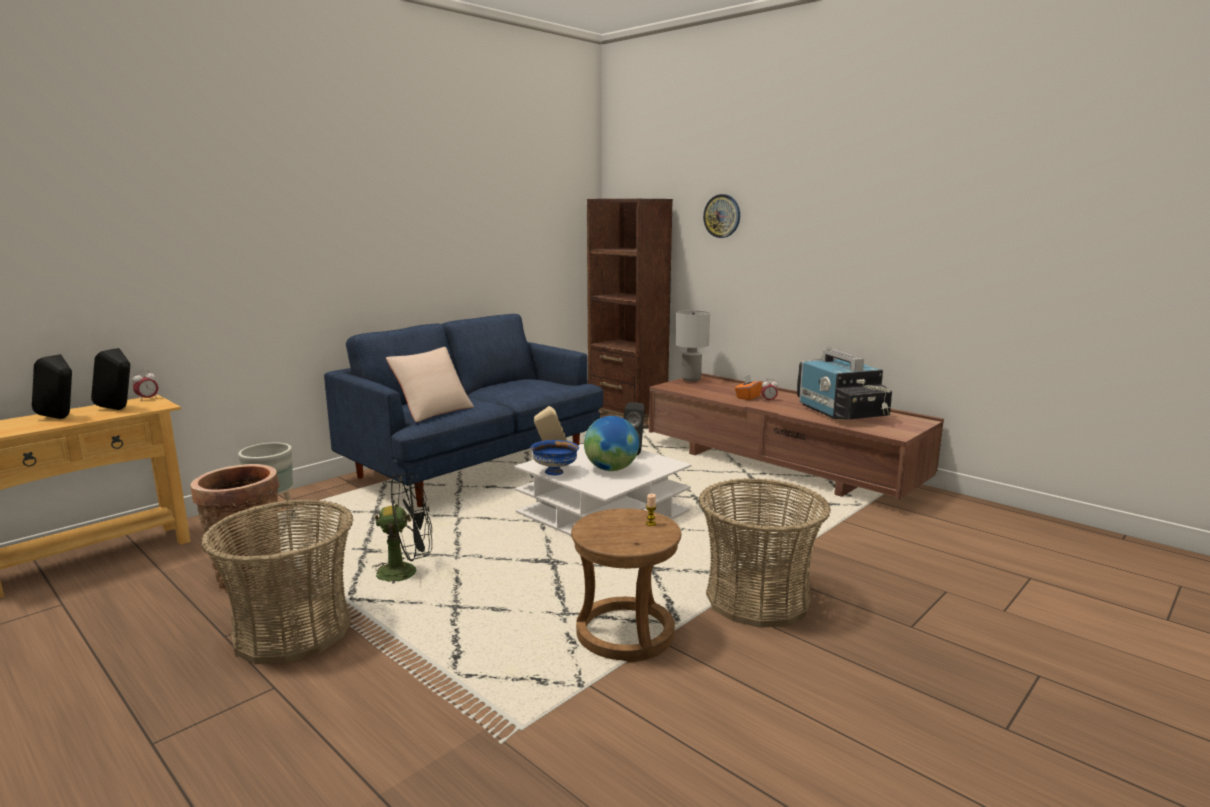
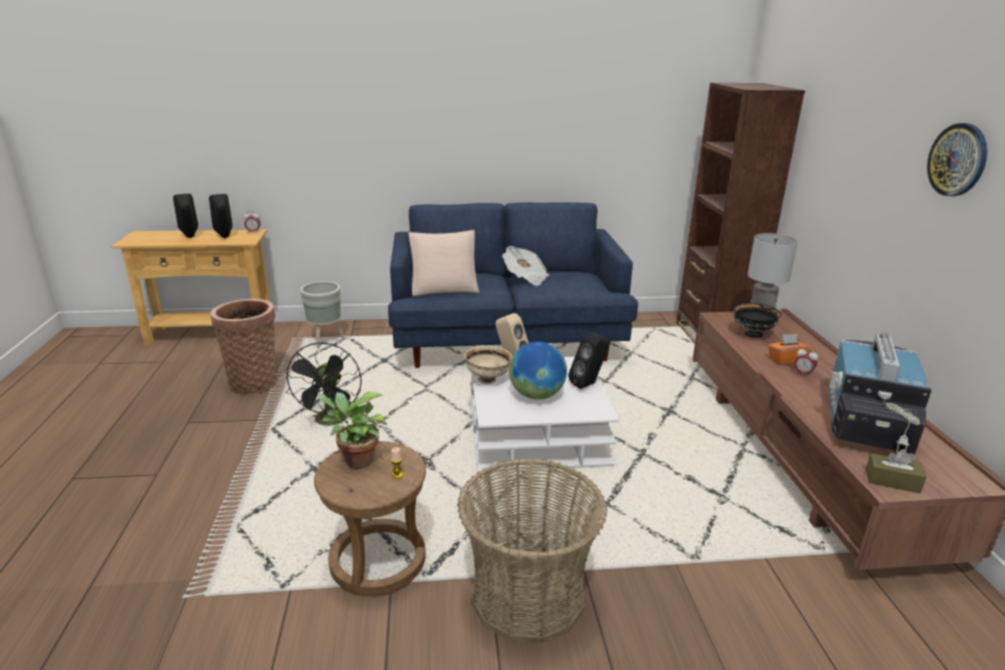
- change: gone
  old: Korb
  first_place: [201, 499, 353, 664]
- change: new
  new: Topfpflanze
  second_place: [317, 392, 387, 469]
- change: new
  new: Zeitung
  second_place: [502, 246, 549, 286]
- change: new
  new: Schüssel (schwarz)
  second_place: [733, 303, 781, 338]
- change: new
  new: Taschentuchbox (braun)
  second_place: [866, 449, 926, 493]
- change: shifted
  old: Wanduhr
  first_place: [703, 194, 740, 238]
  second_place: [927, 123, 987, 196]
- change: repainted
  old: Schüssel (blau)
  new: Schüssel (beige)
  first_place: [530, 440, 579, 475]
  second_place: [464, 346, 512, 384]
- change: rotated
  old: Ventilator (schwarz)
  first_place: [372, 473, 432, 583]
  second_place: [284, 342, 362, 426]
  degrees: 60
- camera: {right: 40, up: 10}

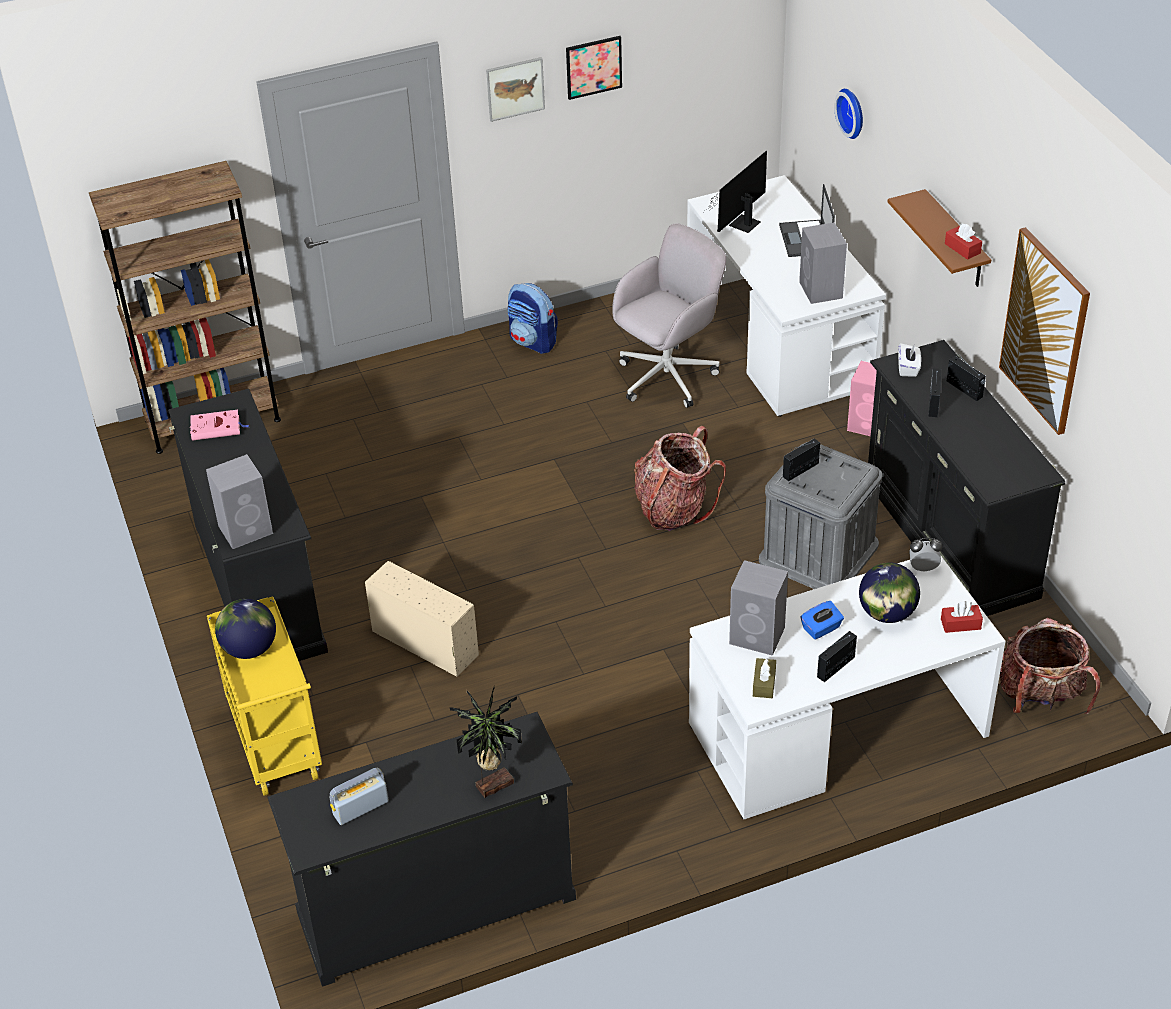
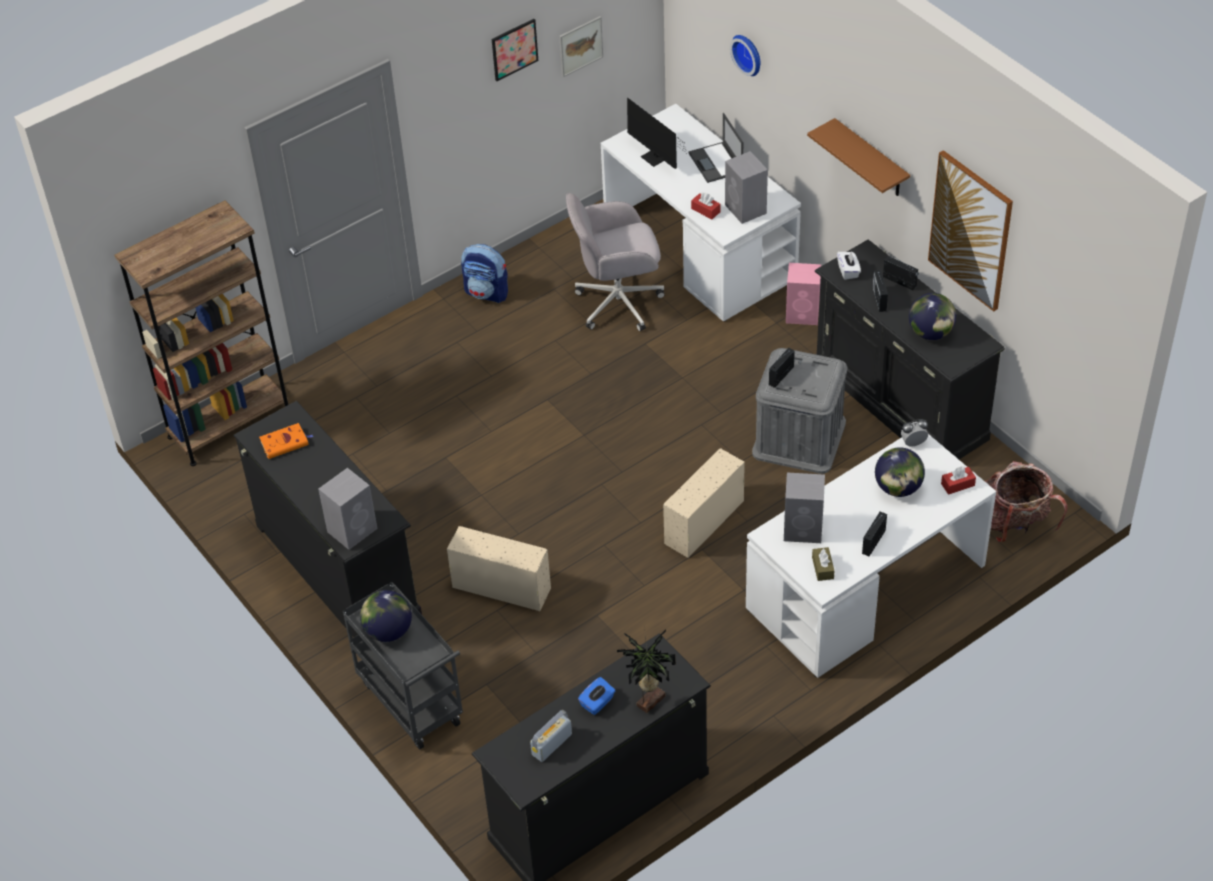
- change: gone
  old: Rucksack
  first_place: [634, 426, 726, 531]
- change: new
  new: Aufbewahrungsbox (beige)
  second_place: [663, 448, 745, 558]
- change: new
  new: Globus
  second_place: [909, 293, 956, 340]
- change: shifted
  old: Bild
  first_place: [486, 57, 545, 122]
  second_place: [559, 16, 603, 77]
- change: shifted
  old: Taschentuchbox (blau)
  first_place: [801, 601, 844, 640]
  second_place: [578, 677, 615, 715]
- change: shifted
  old: Taschentuchbox (rot)
  first_place: [945, 223, 982, 260]
  second_place: [691, 193, 720, 219]
- change: repainted
  old: Buch (rosa)
  new: Buch (orange)
  first_place: [190, 410, 249, 441]
  second_place: [259, 423, 314, 459]
- change: repainted
  old: Rollwagen (gelb)
  new: Rollwagen (grau)
  first_place: [207, 596, 322, 796]
  second_place: [343, 582, 463, 749]
- change: rotated
  old: Bürostuhl (grau)
  first_place: [612, 224, 726, 408]
  second_place: [566, 193, 665, 331]
  degrees: -135
- change: rotated
  old: Monitor
  first_place: [704, 150, 767, 233]
  second_place: [627, 98, 692, 169]
  degrees: -60
- camera: {right: -15, up: 5}

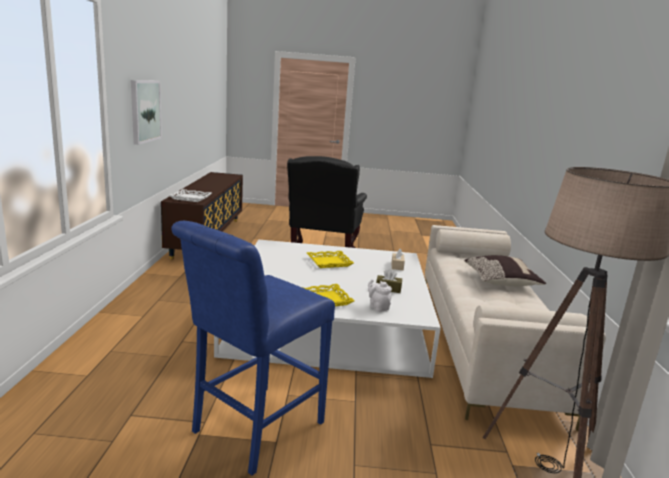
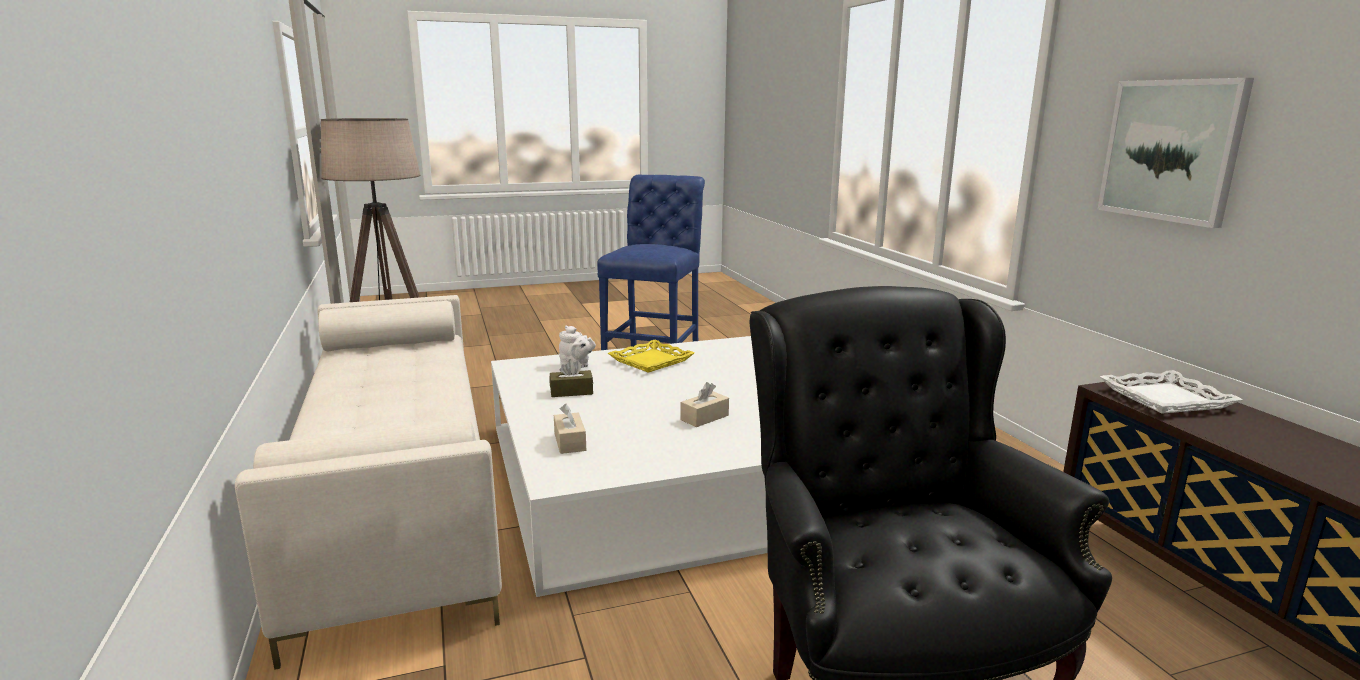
- change: gone
  old: Kissen
  first_place: [464, 255, 546, 286]
- change: swapped
  old: Tablett (gelb)
  new: Taschentuchbox (beige)
  first_place: [307, 251, 354, 268]
  second_place: [680, 382, 729, 427]
- camera: {right: 160, up: 0}

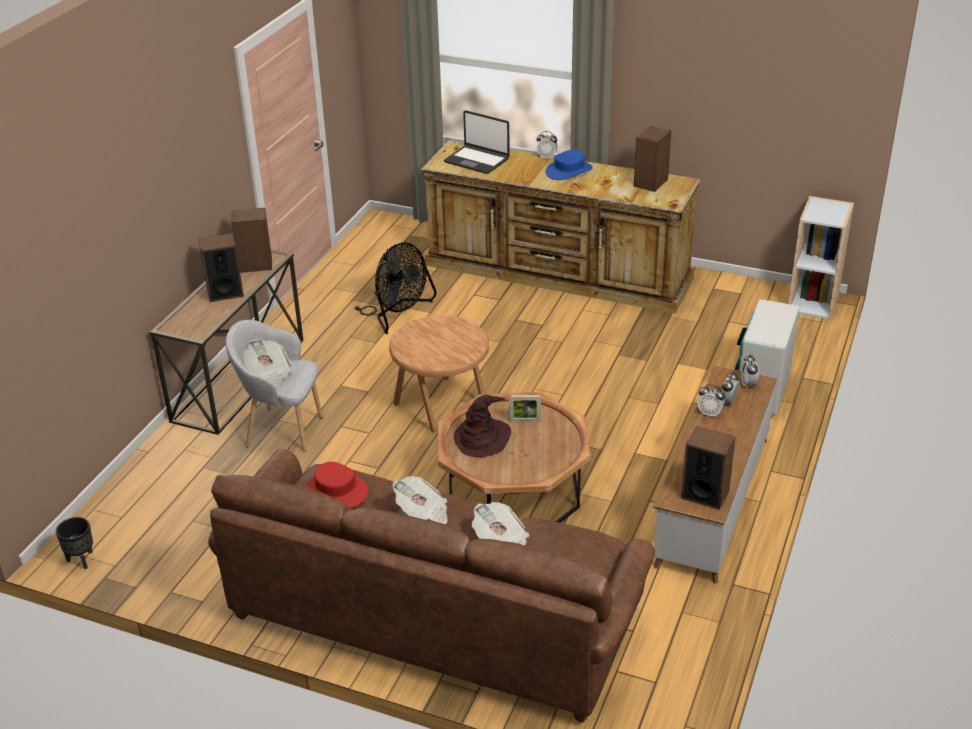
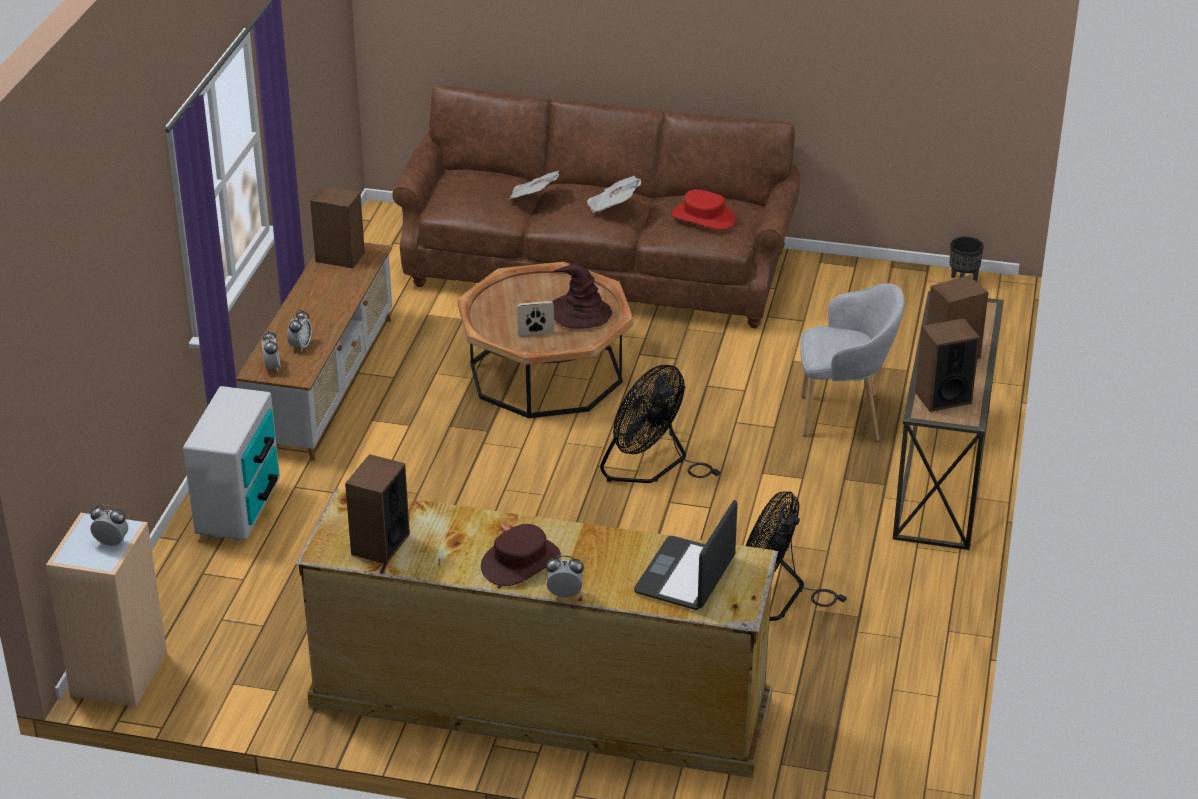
- change: gone
  old: Zeitung
  first_place: [244, 339, 293, 387]
- change: shifted
  old: Wecker
  first_place: [698, 385, 725, 418]
  second_place: [90, 505, 129, 546]
- change: swapped
  old: Beistelltisch (braun)
  new: Ventilator (schwarz)
  first_place: [389, 315, 489, 433]
  second_place: [600, 365, 720, 483]
- change: repainted
  old: Hut (blau)
  new: Hut (braun)
  first_place: [546, 149, 593, 180]
  second_place: [481, 524, 561, 586]
- change: rotated
  old: Laptop
  first_place: [444, 111, 510, 174]
  second_place: [634, 500, 738, 610]
  degrees: -90
- camera: {right: 170, up: 0}

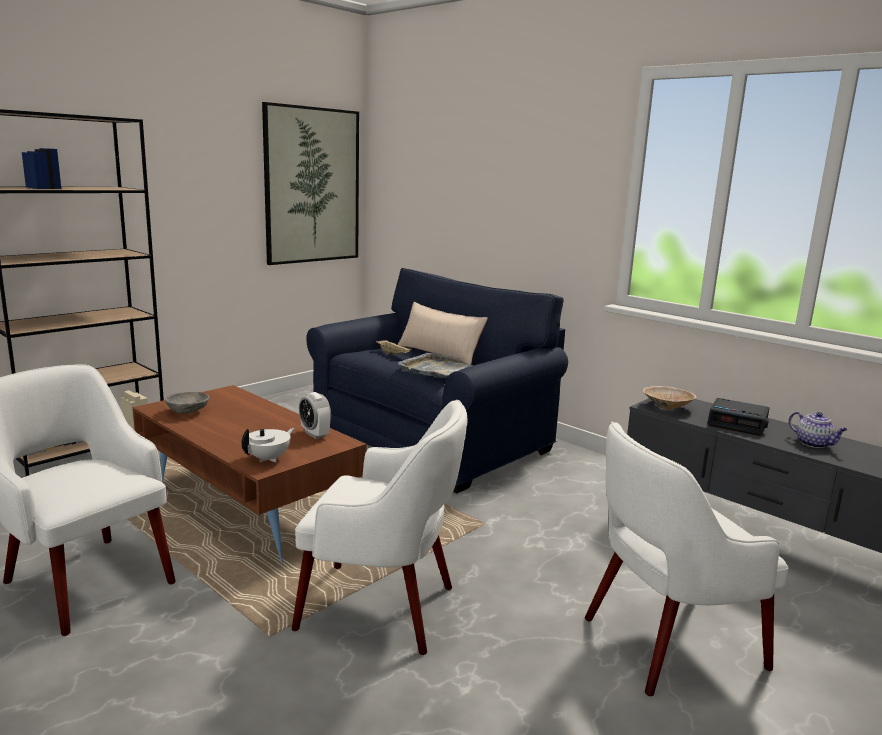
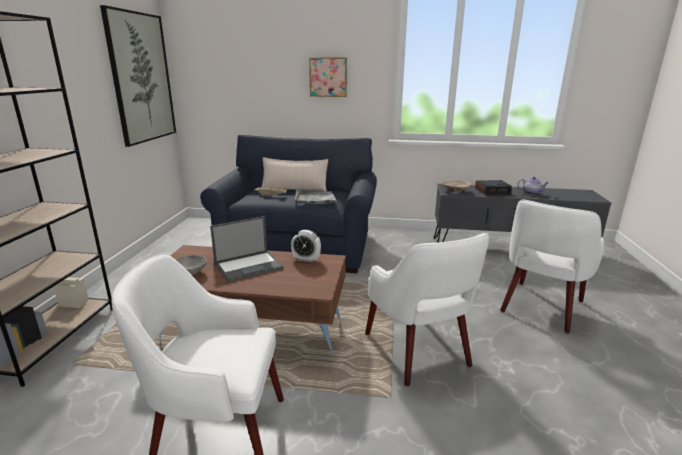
- change: gone
  old: Teekanne (weiß)
  first_place: [242, 428, 294, 462]
- change: new
  new: Laptop
  second_place: [210, 216, 284, 283]
- change: new
  new: Bild
  second_place: [309, 57, 347, 97]
- change: rotated
  old: Sessel (weiß)
  first_place: [292, 400, 467, 655]
  second_place: [365, 233, 489, 386]
  degrees: 90
- camera: {right: -35, up: 5}

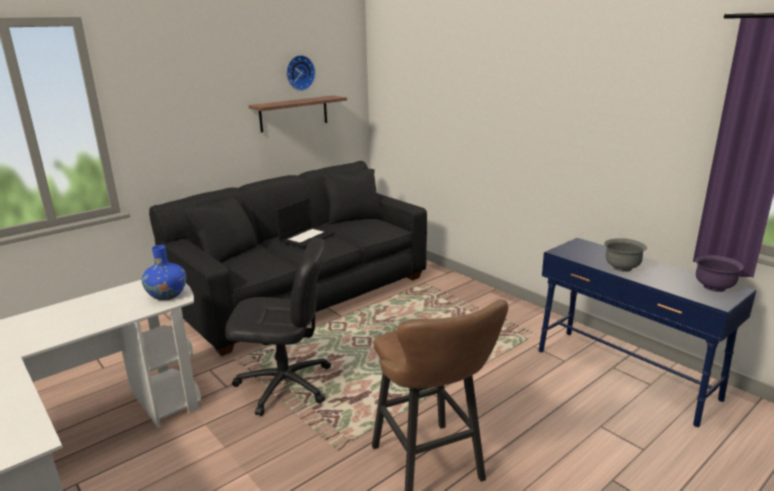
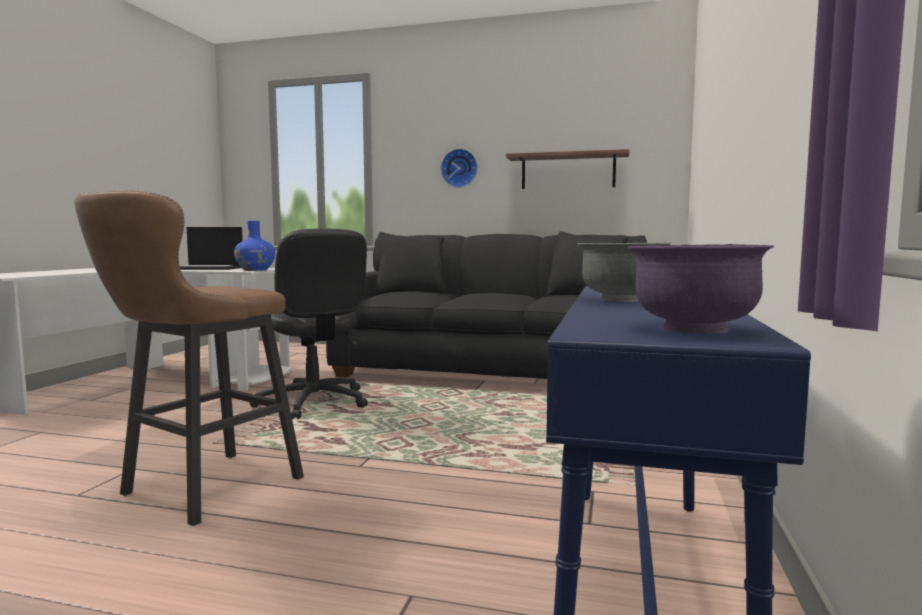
- change: shifted
  old: Laptop
  first_place: [276, 198, 335, 248]
  second_place: [180, 227, 243, 270]
- change: shifted
  old: Wanduhr
  first_place: [286, 55, 316, 91]
  second_place: [441, 149, 478, 188]
- camera: {right: 55, up: -15}

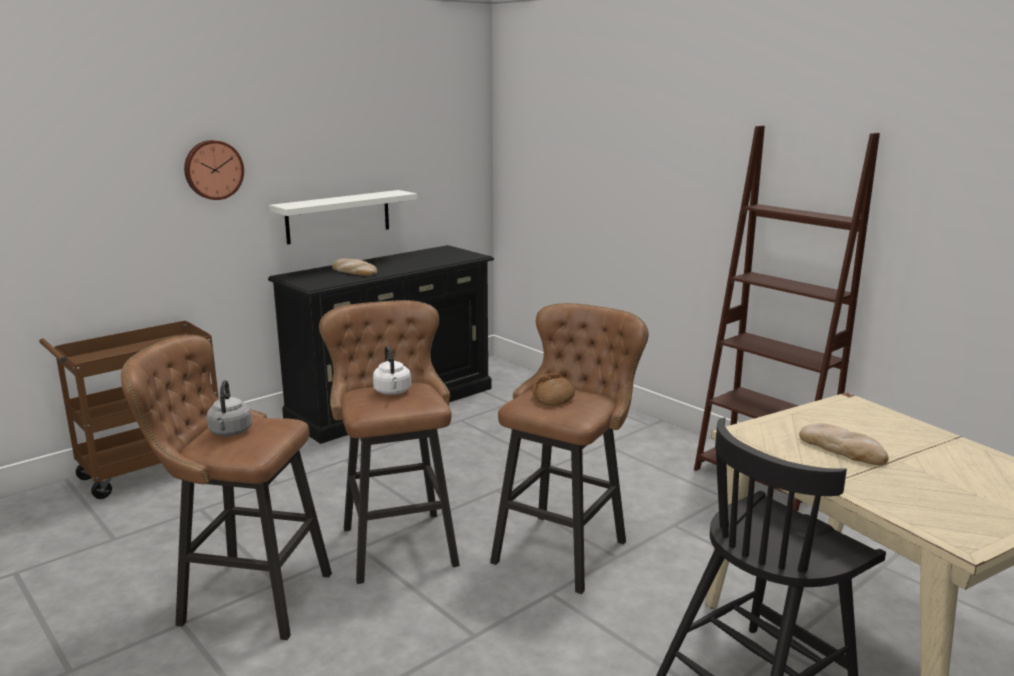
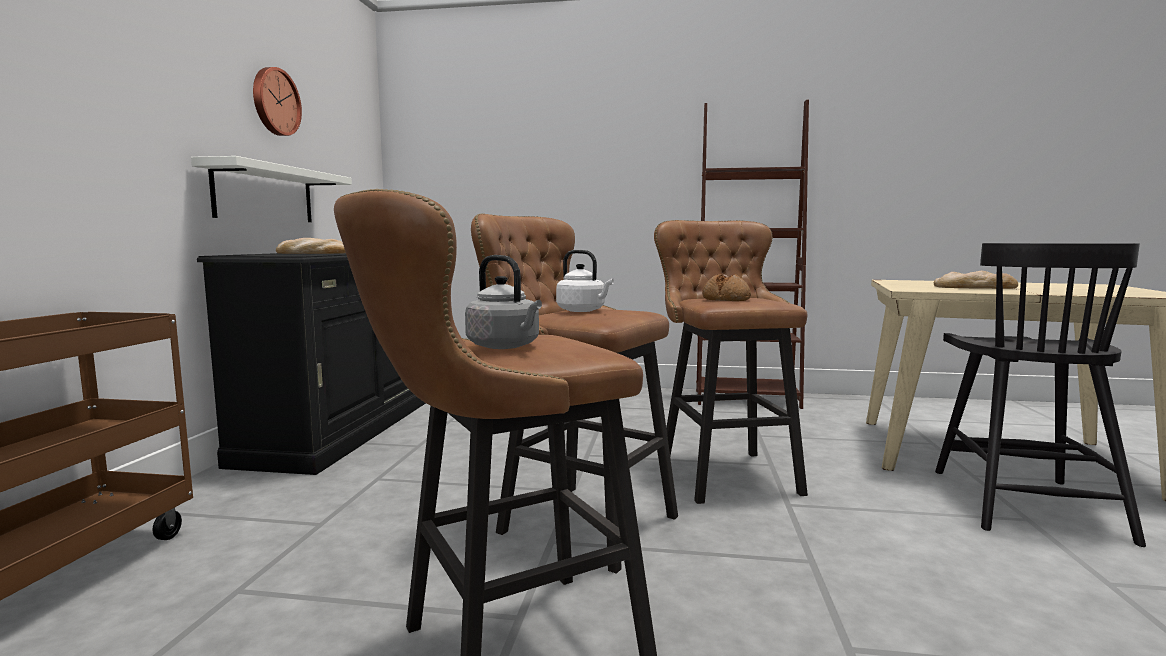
- change: shifted
  old: Wanduhr
  first_place: [184, 140, 244, 200]
  second_place: [253, 67, 302, 136]
- camera: {right: -40, up: -10}

